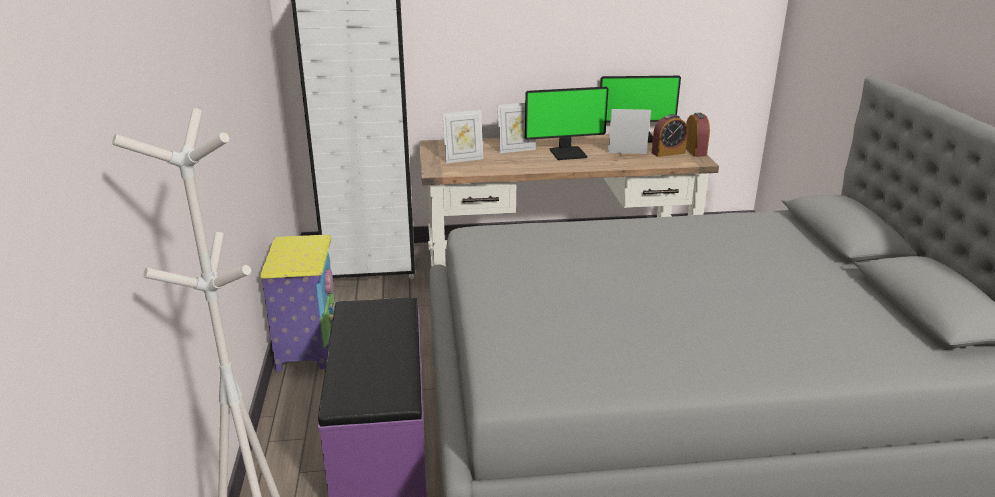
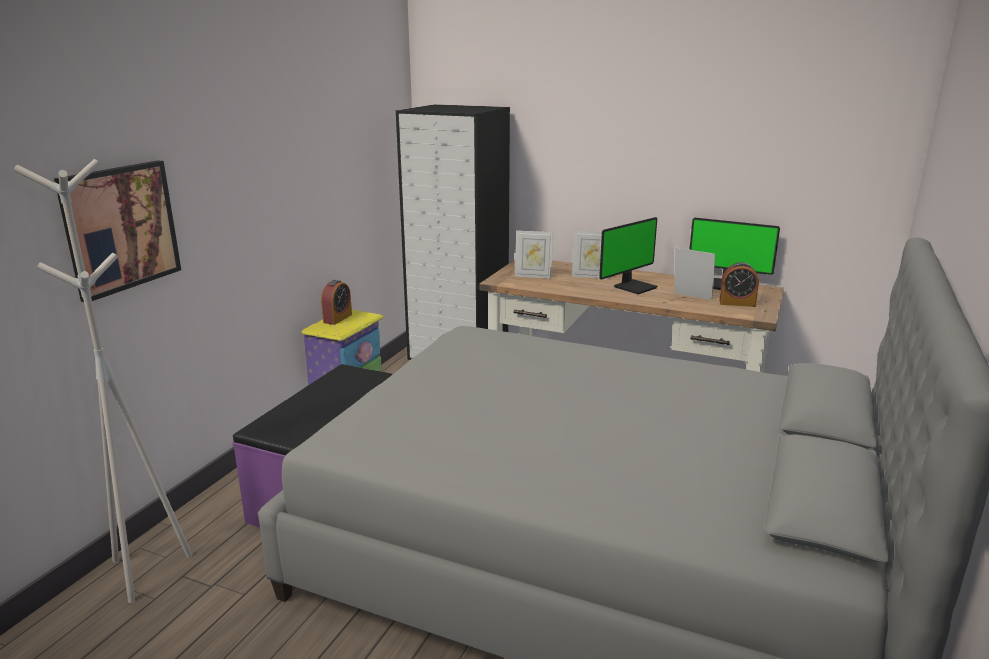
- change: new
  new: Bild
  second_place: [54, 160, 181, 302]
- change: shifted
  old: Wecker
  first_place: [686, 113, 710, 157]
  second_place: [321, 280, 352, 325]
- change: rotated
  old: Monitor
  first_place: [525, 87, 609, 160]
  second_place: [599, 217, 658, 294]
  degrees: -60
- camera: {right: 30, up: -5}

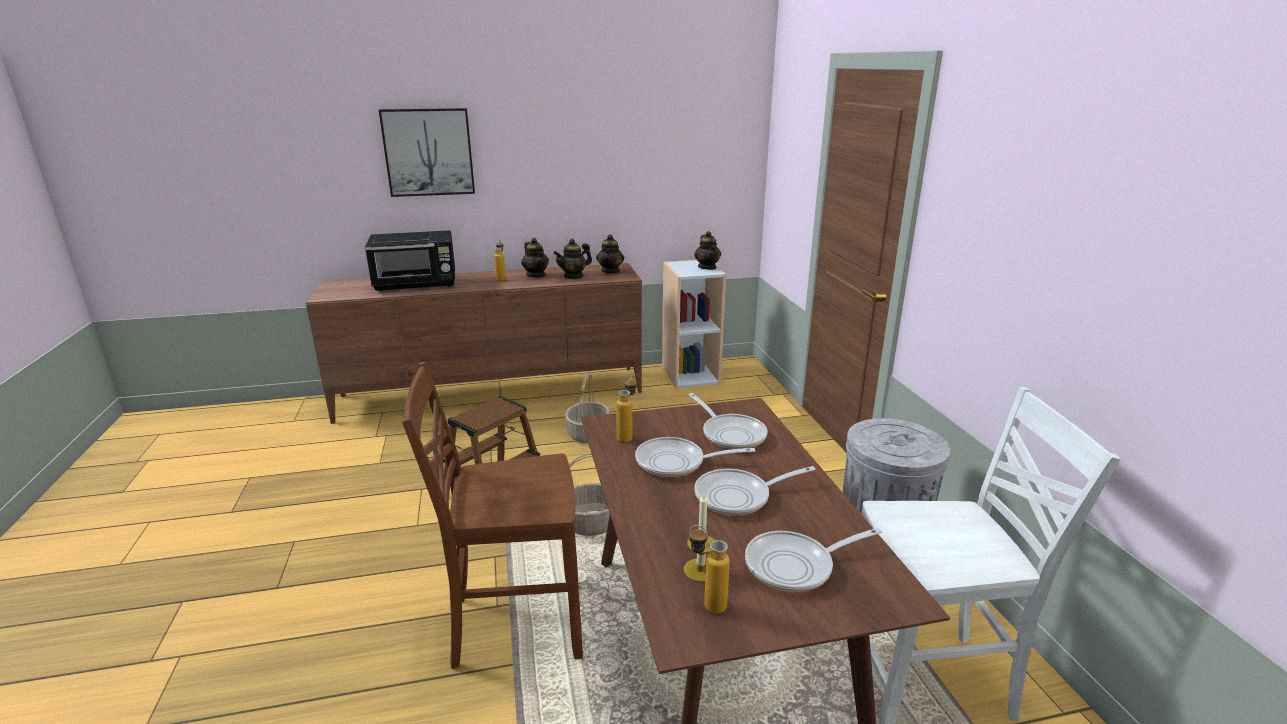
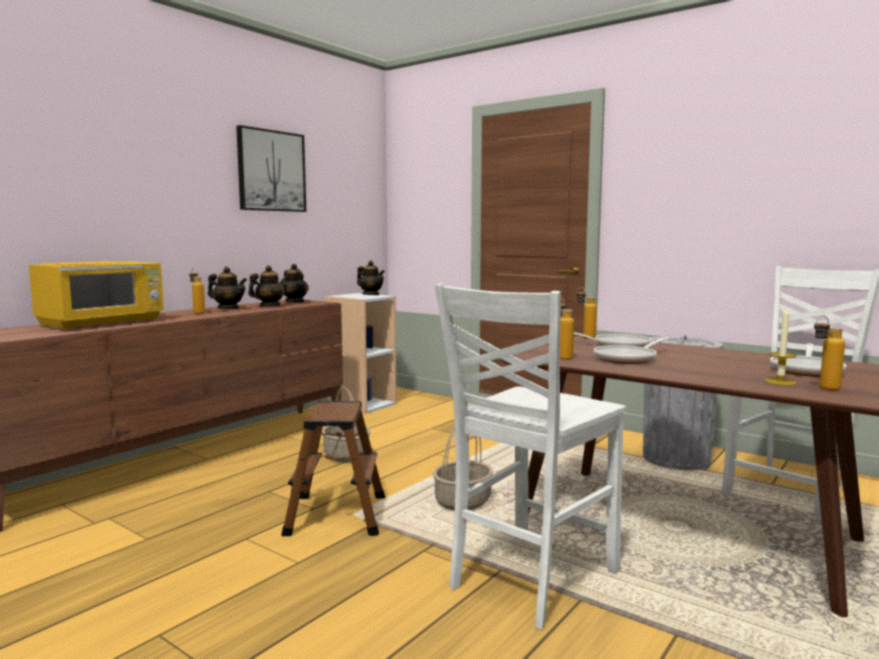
- change: gone
  old: Pfanne
  first_place: [694, 466, 815, 515]
- change: new
  new: Flasche
  second_place: [577, 287, 597, 339]
- change: shifted
  old: Bild
  first_place: [379, 108, 475, 197]
  second_place: [236, 125, 306, 212]
- change: repainted
  old: Mikrowelle (schwarz)
  new: Mikrowelle (gelb)
  first_place: [365, 230, 455, 292]
  second_place: [29, 261, 164, 330]
- change: repainted
  old: Stuhl (braun)
  new: Stuhl (weiß)
  first_place: [402, 362, 583, 669]
  second_place: [435, 284, 626, 629]
- change: rotated
  old: Teekanne
  first_place: [553, 239, 592, 279]
  second_place: [248, 266, 289, 306]
  degrees: -150
- camera: {right: -40, up: -15}

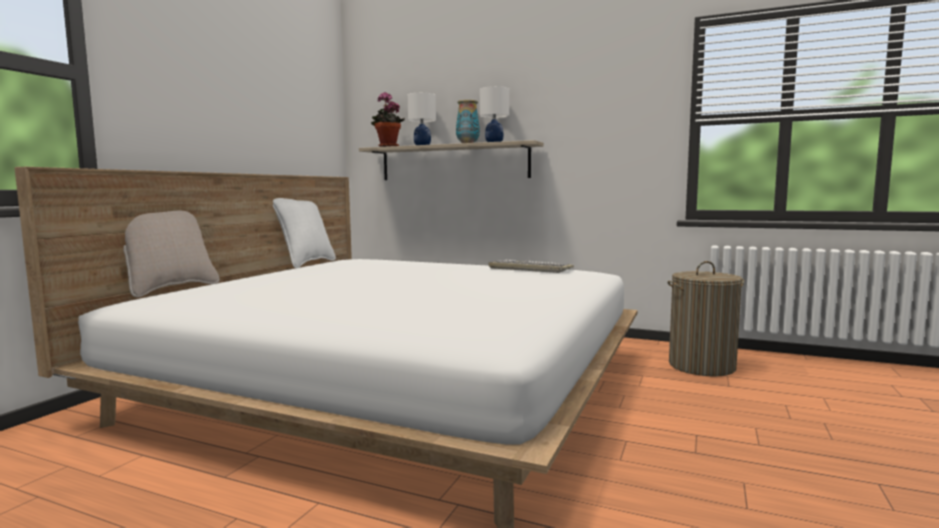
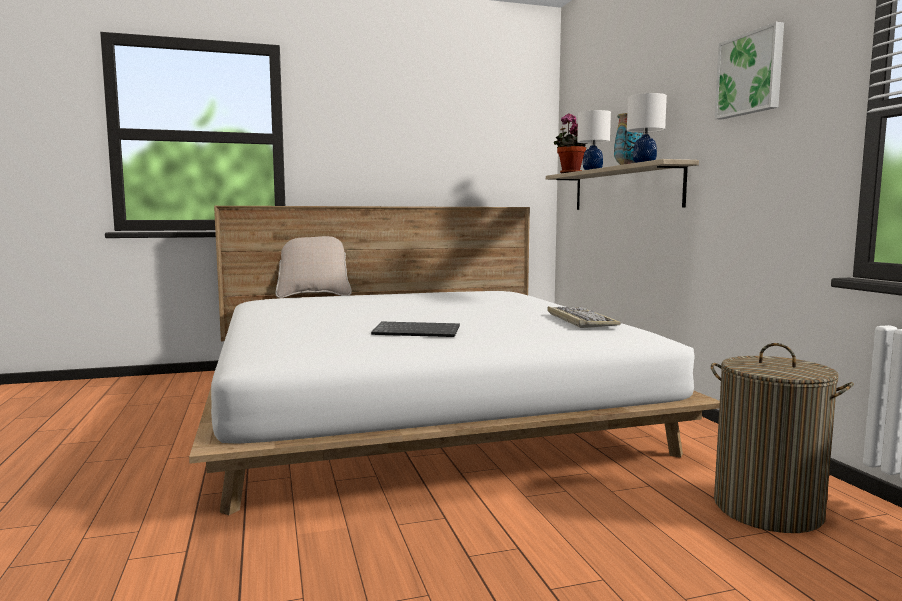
- change: gone
  old: Kissen (weiß)
  first_place: [273, 198, 336, 268]
- change: new
  new: Tastatur
  second_place: [371, 322, 460, 337]
- change: new
  new: Bild
  second_place: [715, 22, 784, 120]
- camera: {right: 50, up: 0}

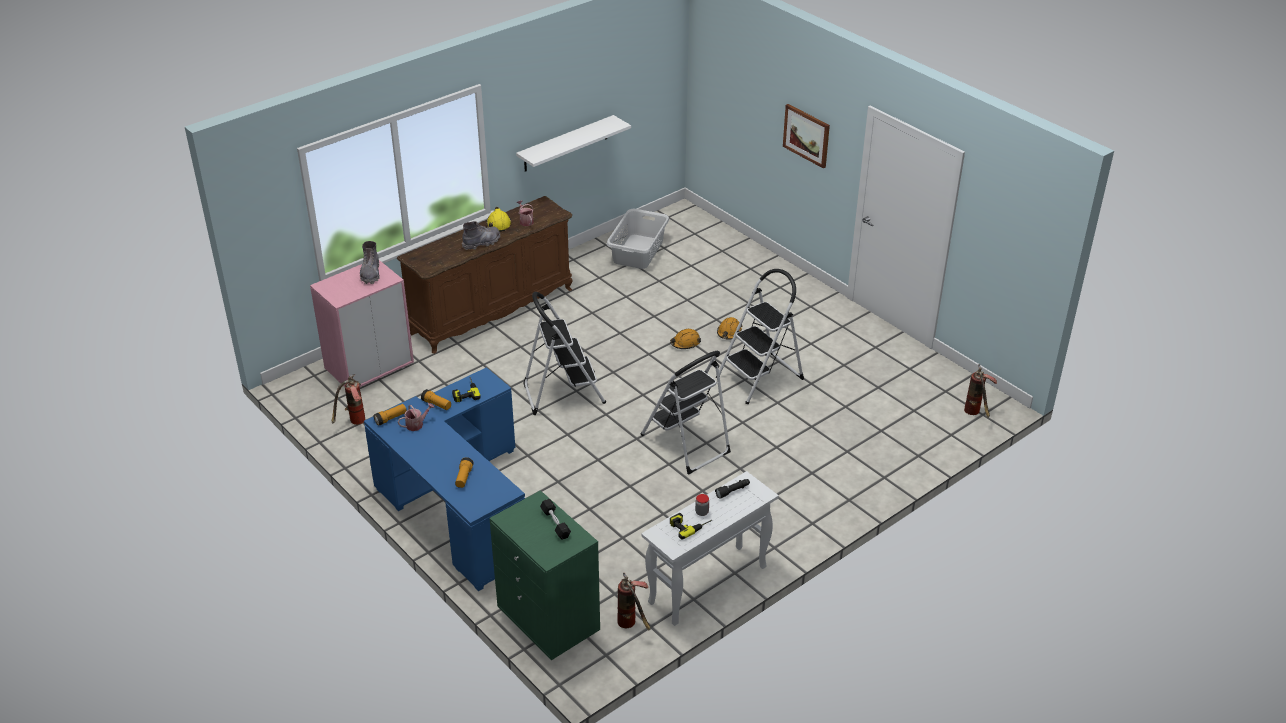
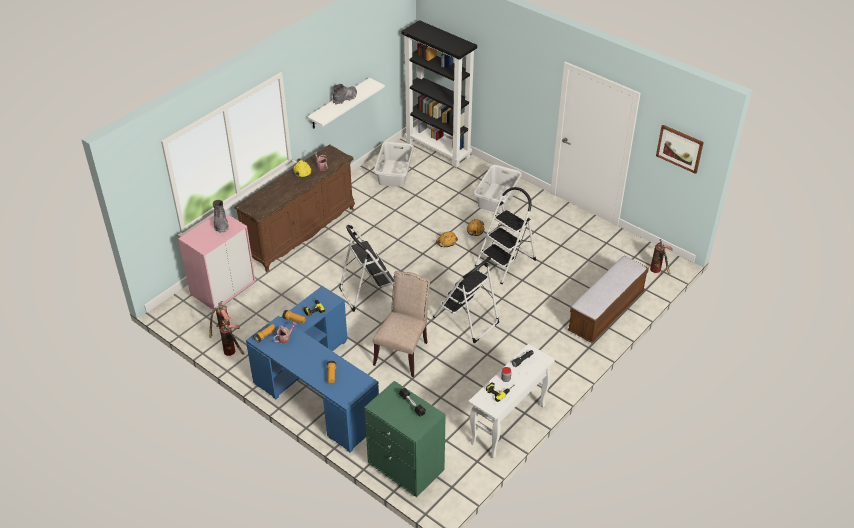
- change: new
  new: Stuhl (beige)
  second_place: [373, 271, 430, 377]
- change: new
  new: Bücherregal (schwarz)
  second_place: [401, 20, 477, 168]
- change: new
  new: Wäschekorb (grau)
  second_place: [474, 165, 522, 213]
- change: new
  new: Bank
  second_place: [568, 256, 649, 343]
- change: shifted
  old: Stiefel (grau)
  first_place: [462, 221, 500, 250]
  second_place: [333, 84, 357, 105]
- change: shifted
  old: Feuerlöscher
  first_place: [617, 573, 651, 631]
  second_place: [220, 321, 244, 356]
- change: shifted
  old: Bild
  first_place: [783, 104, 830, 168]
  second_place: [656, 125, 704, 174]
- camera: {right: -10, up: 5}

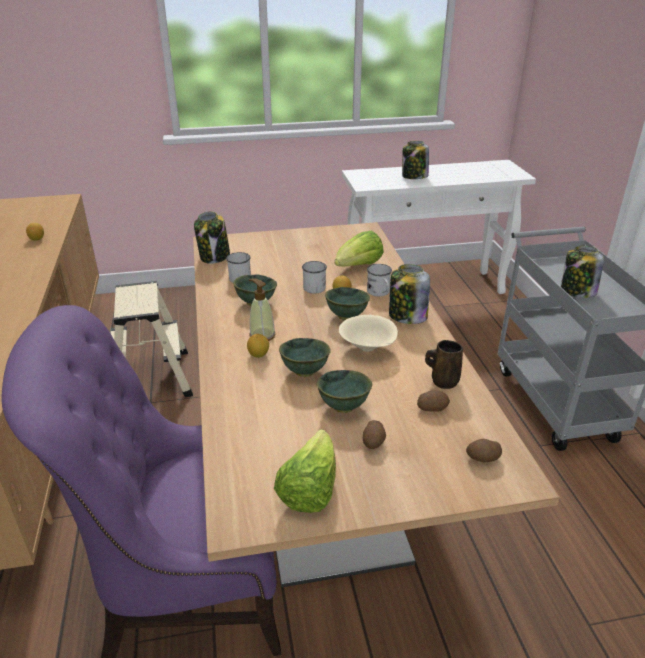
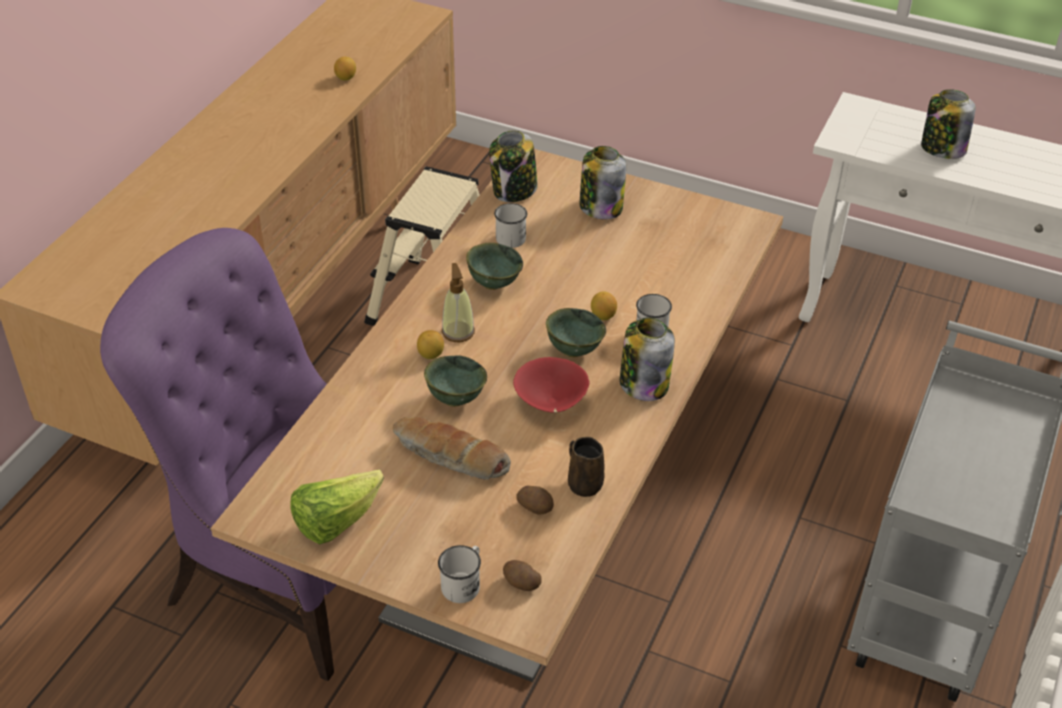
- change: gone
  old: Salatkopf
  first_place: [335, 231, 384, 266]
- change: gone
  old: Kartoffel
  first_place: [363, 420, 386, 449]
- change: shifted
  old: Henkelbecher (weiß)
  first_place: [302, 261, 327, 294]
  second_place: [438, 545, 481, 603]
- change: shifted
  old: Vorratsglas
  first_place: [561, 246, 604, 298]
  second_place: [579, 146, 626, 219]
- change: swapped
  old: Schüssel (grün)
  new: Brot
  first_place: [316, 370, 372, 413]
  second_place: [393, 417, 511, 480]
- change: repainted
  old: Schüssel (beige)
  new: Schüssel (rot)
  first_place: [339, 315, 398, 352]
  second_place: [513, 357, 590, 413]
- camera: {right: 35, up: 10}

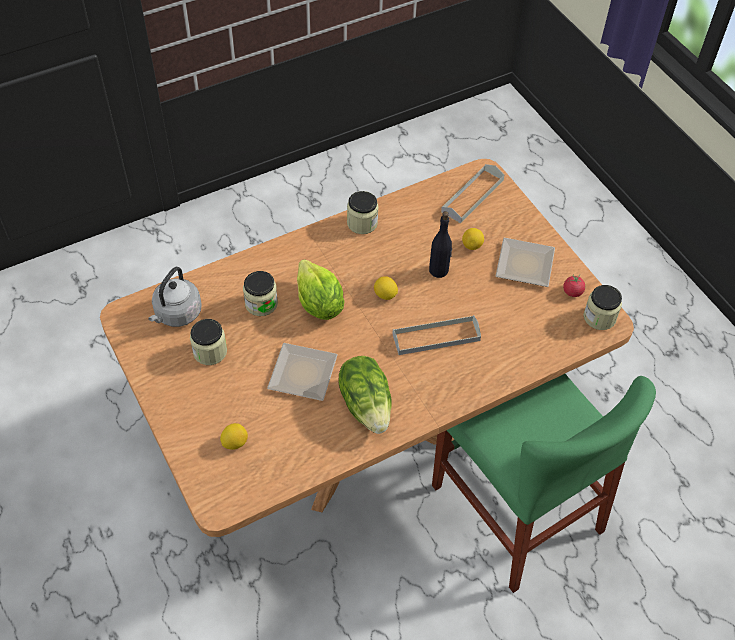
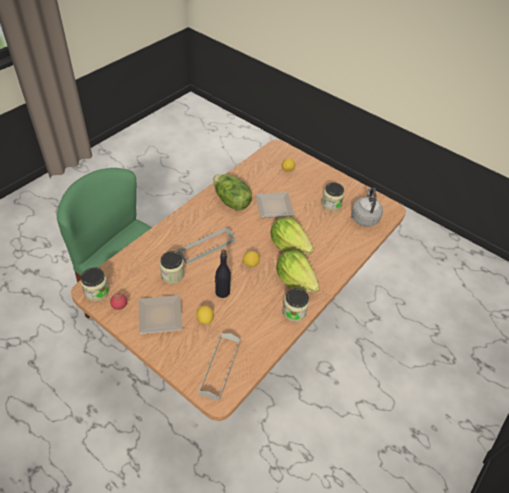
- change: new
  new: Salatkopf
  second_place: [276, 251, 320, 292]
- change: shifted
  old: Vorratsglas
  first_place: [243, 271, 278, 316]
  second_place: [160, 251, 185, 284]
- camera: {right: 155, up: -5}

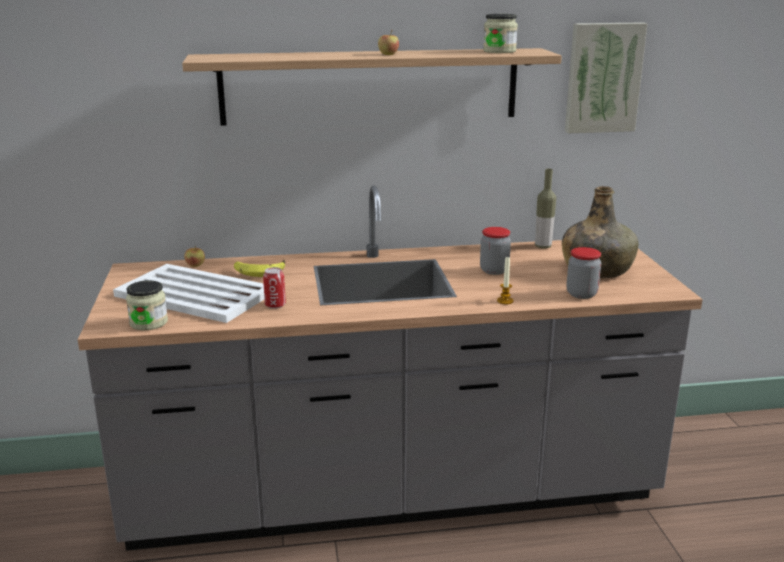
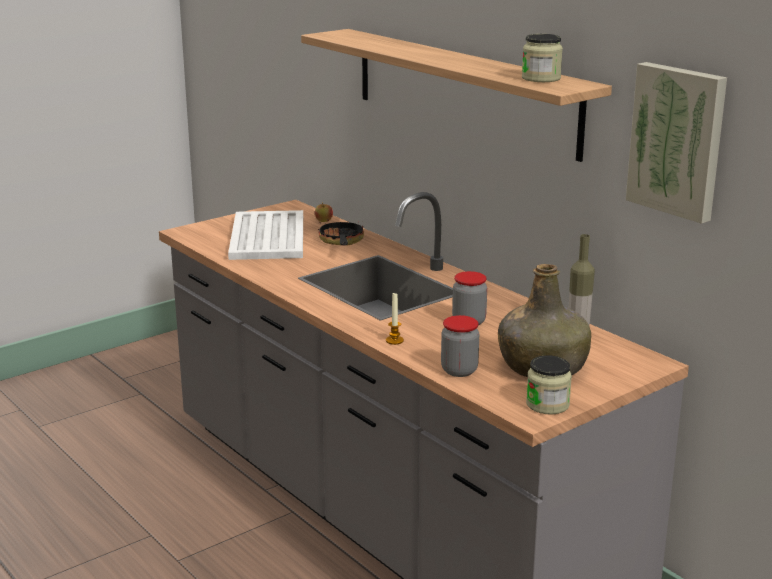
- change: gone
  old: Dose
  first_place: [263, 267, 286, 309]
- change: gone
  old: Apfel
  first_place: [378, 30, 399, 55]
- change: shifted
  old: Vorratsglas
  first_place: [126, 280, 168, 330]
  second_place: [526, 355, 572, 414]
- change: swapped
  old: Banane
  new: Pfanne
  first_place: [234, 260, 285, 277]
  second_place: [318, 219, 364, 246]
- camera: {right: 60, up: 0}

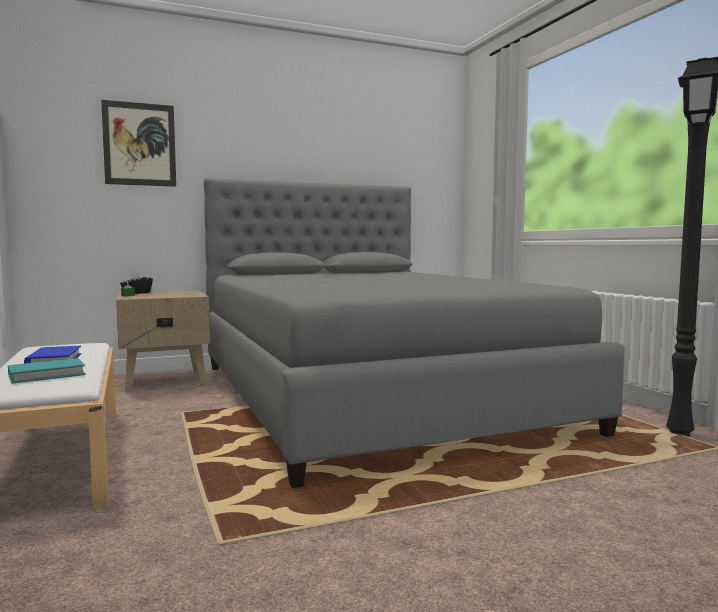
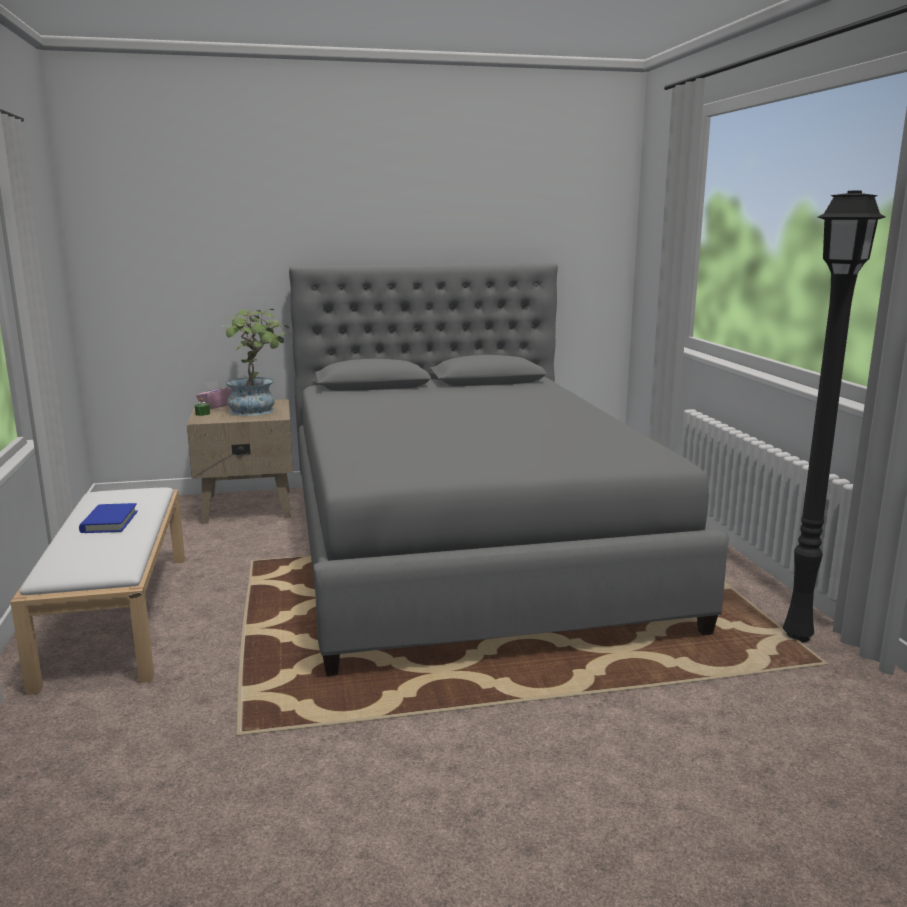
- change: gone
  old: Buch (türkis)
  first_place: [8, 358, 86, 384]
- change: gone
  old: Bild
  first_place: [101, 100, 176, 187]
- change: new
  new: Topfpflanze
  second_place: [220, 309, 290, 416]
- change: repainted
  old: Taschentuchbox (schwarz)
  new: Taschentuchbox (rosa)
  first_place: [120, 272, 153, 294]
  second_place: [196, 381, 232, 409]
- camera: {right: 10, up: 10}

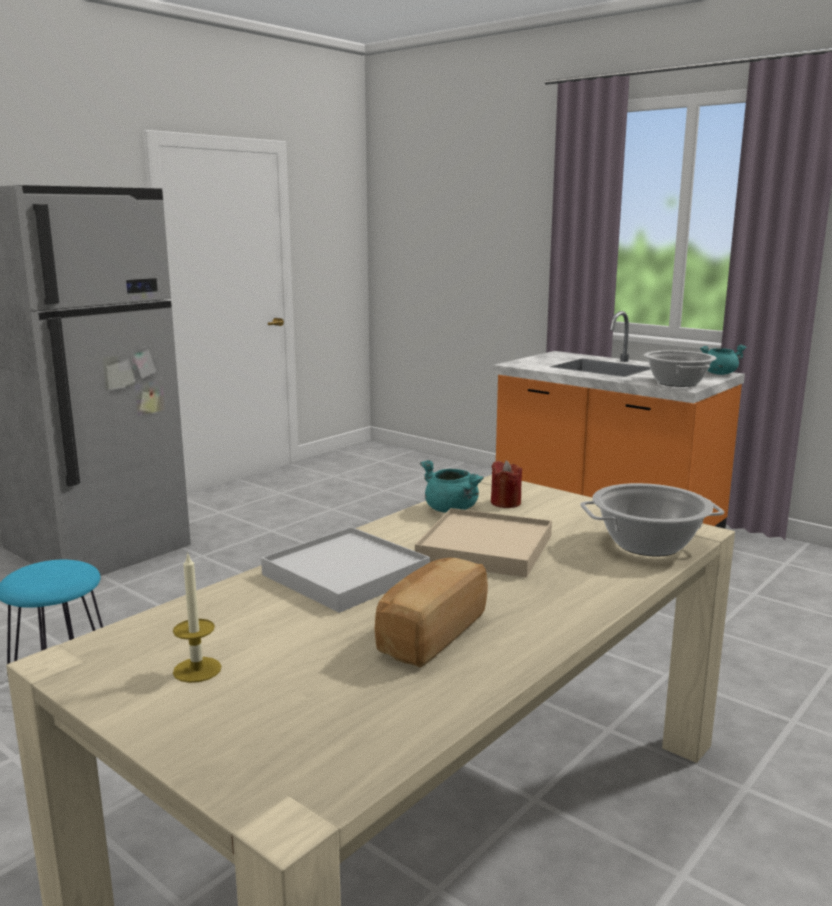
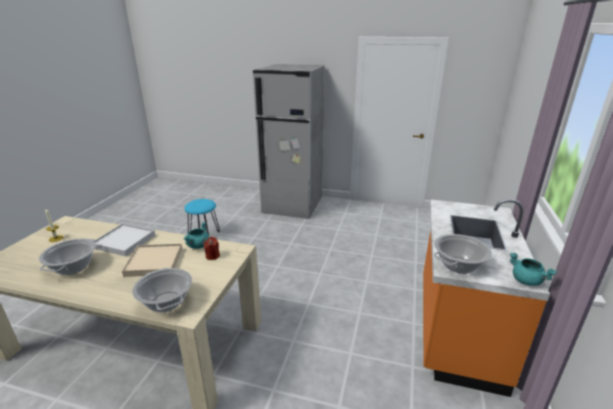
- change: swapped
  old: Brot
  new: Kochtopf
  first_place: [374, 558, 488, 668]
  second_place: [39, 238, 96, 275]
- camera: {right: 65, up: 10}

